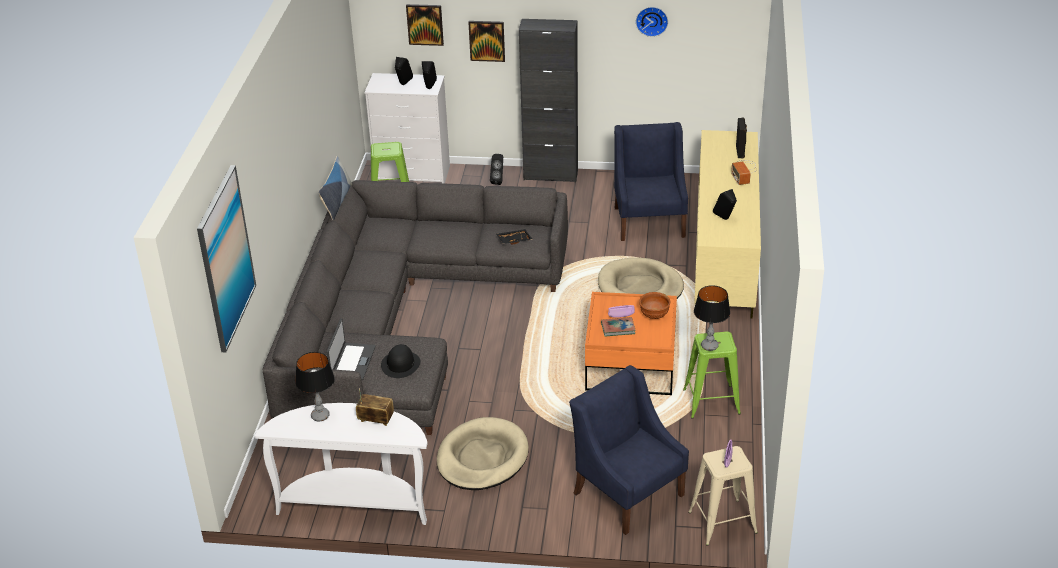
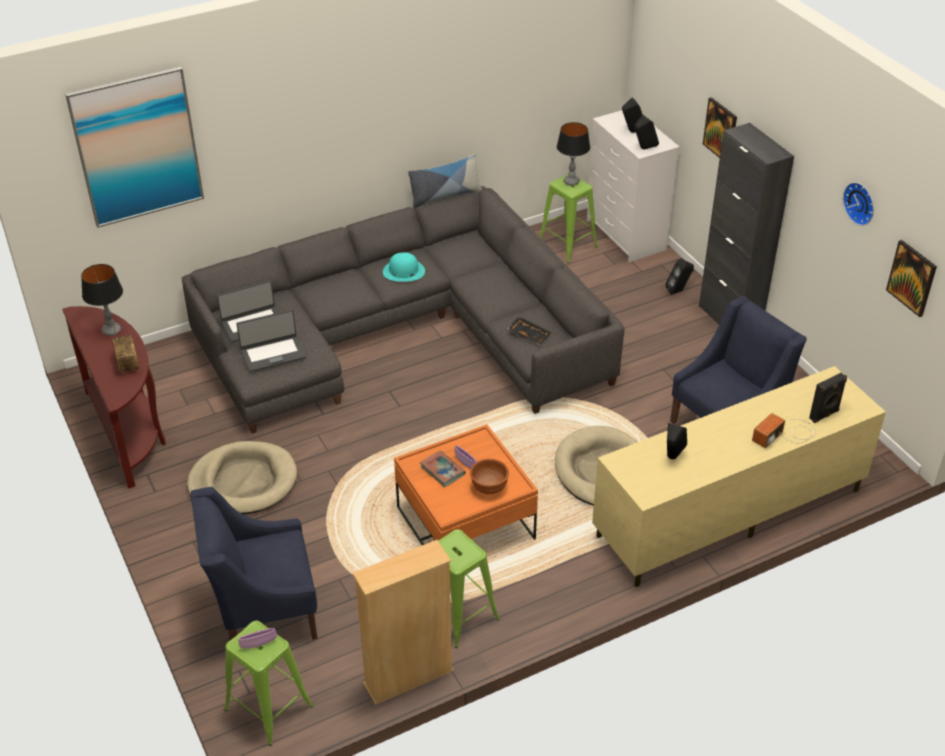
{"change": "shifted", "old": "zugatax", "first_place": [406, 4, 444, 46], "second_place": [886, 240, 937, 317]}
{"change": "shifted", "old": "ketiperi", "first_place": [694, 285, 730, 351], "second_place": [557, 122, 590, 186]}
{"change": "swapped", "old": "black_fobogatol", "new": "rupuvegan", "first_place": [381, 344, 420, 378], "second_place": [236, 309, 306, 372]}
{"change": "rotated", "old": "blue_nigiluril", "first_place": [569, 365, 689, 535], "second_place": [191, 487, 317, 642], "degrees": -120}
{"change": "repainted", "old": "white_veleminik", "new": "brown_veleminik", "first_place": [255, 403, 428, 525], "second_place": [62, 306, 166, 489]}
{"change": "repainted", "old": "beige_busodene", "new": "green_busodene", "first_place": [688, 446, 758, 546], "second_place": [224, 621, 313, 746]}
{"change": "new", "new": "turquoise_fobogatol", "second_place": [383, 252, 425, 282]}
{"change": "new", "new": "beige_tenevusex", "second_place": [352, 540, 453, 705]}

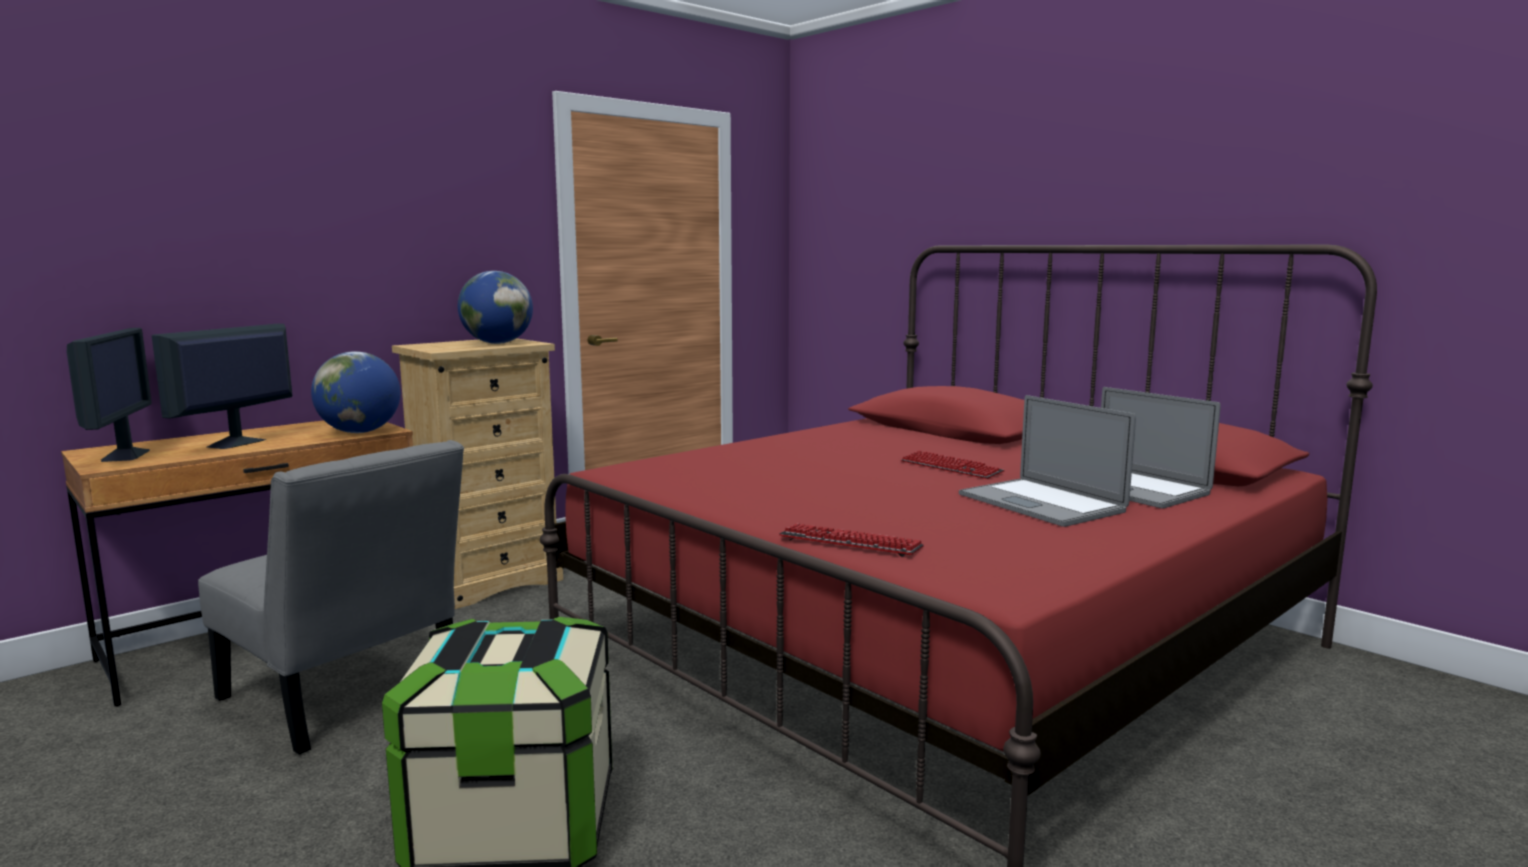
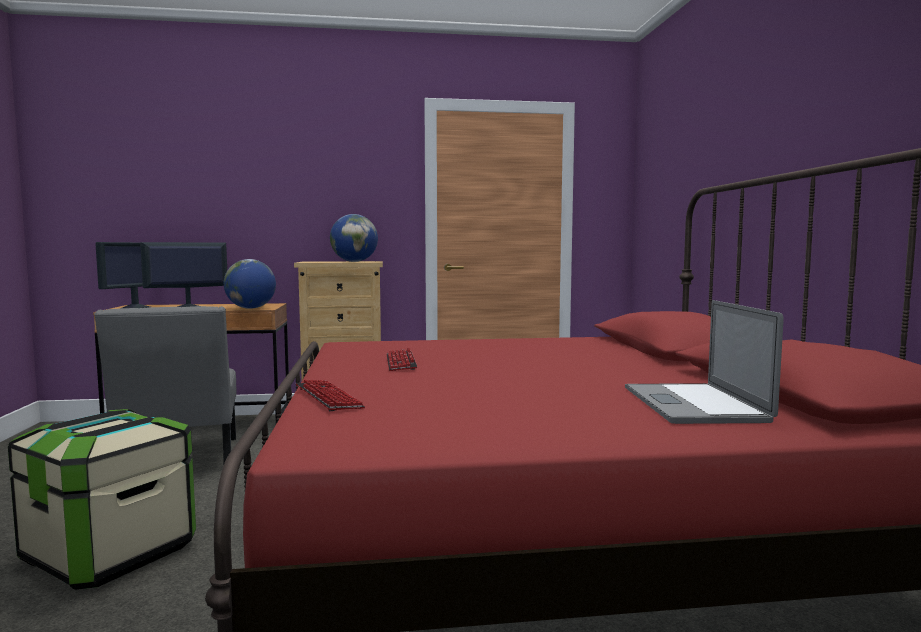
{"change": "gone", "old": "rupuvegan", "first_place": [959, 395, 1136, 527]}
{"change": "shifted", "old": "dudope", "first_place": [901, 450, 1005, 479], "second_place": [386, 348, 417, 371]}

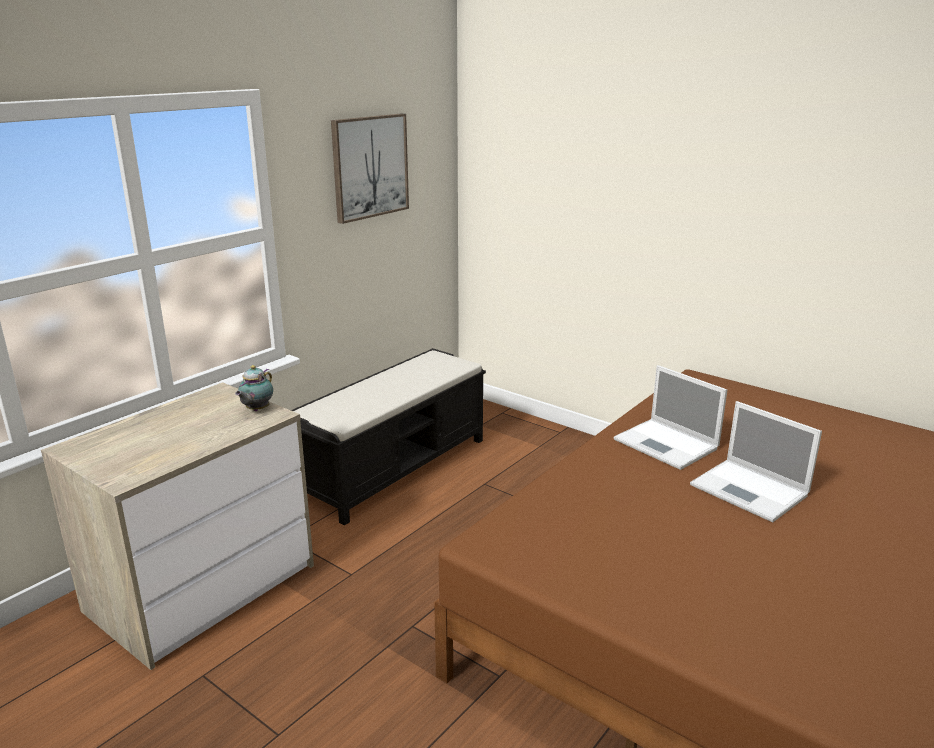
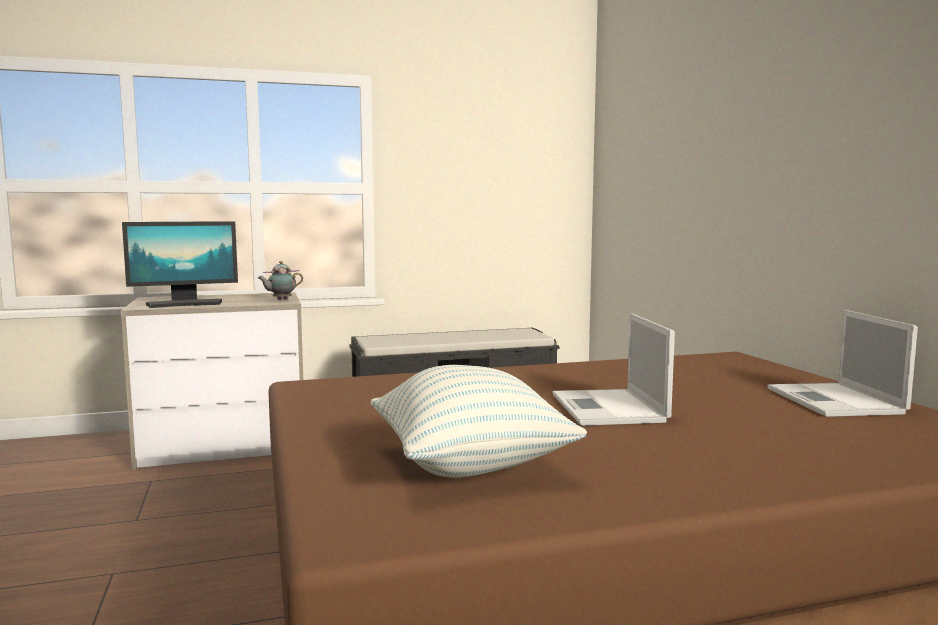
{"change": "gone", "old": "zugatax", "first_place": [331, 114, 409, 224]}
{"change": "shifted", "old": "rupuvegan", "first_place": [614, 365, 727, 470], "second_place": [768, 310, 918, 417]}
{"change": "new", "new": "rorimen", "second_place": [122, 221, 238, 308]}
{"change": "new", "new": "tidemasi", "second_place": [371, 365, 587, 478]}

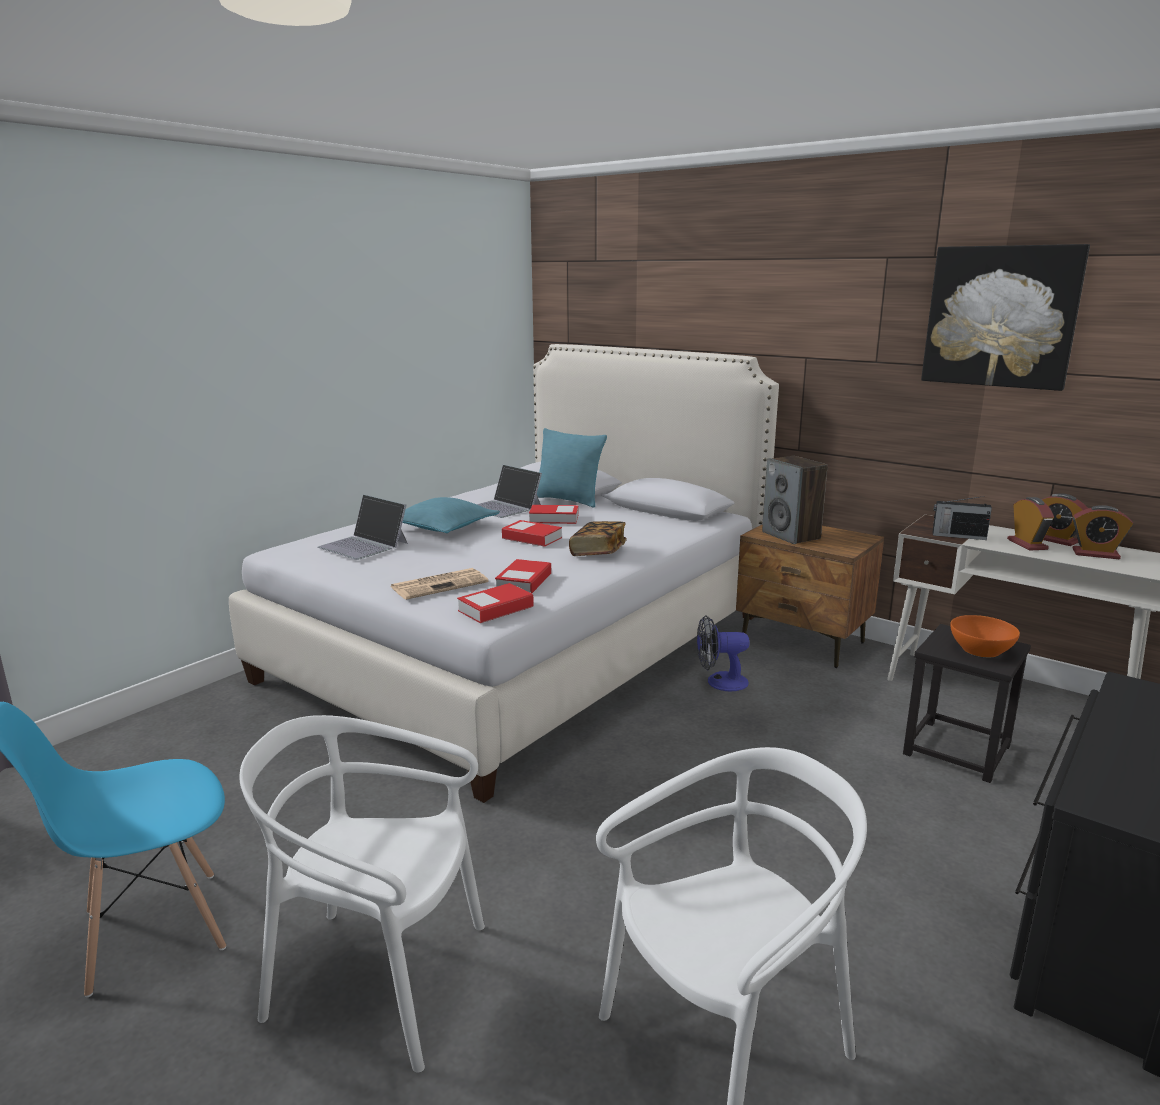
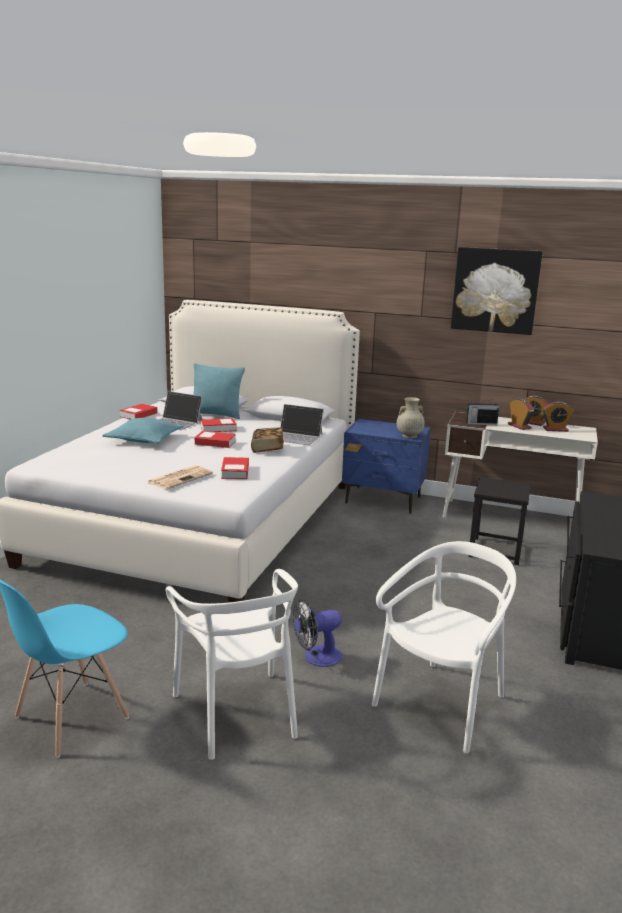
{"change": "gone", "old": "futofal", "first_place": [762, 456, 828, 544]}
{"change": "shifted", "old": "rupuvegan", "first_place": [318, 494, 408, 560], "second_place": [280, 404, 324, 445]}
{"change": "repainted", "old": "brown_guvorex", "new": "blue_guvorex", "first_place": [736, 524, 884, 668], "second_place": [342, 419, 431, 514]}
{"change": "shifted", "old": "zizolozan", "first_place": [457, 583, 534, 623], "second_place": [120, 404, 157, 420]}
{"change": "shifted", "old": "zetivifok", "first_place": [697, 615, 750, 692], "second_place": [293, 599, 342, 667]}
{"change": "gone", "old": "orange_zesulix", "first_place": [950, 615, 1020, 657]}
{"change": "rotated", "old": "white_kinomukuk", "first_place": [239, 715, 485, 1073], "second_place": [166, 569, 298, 760], "degrees": -105}
{"change": "new", "new": "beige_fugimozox", "second_place": [397, 397, 425, 438]}

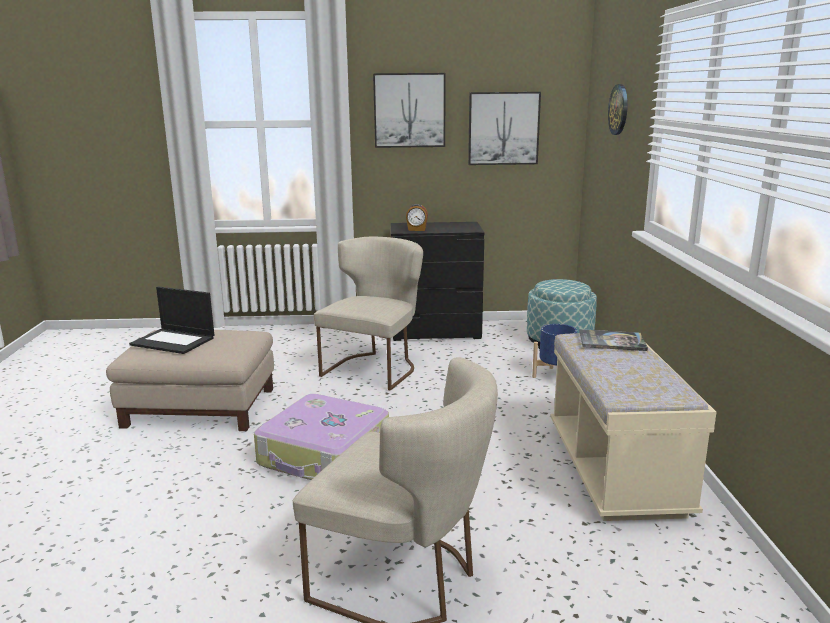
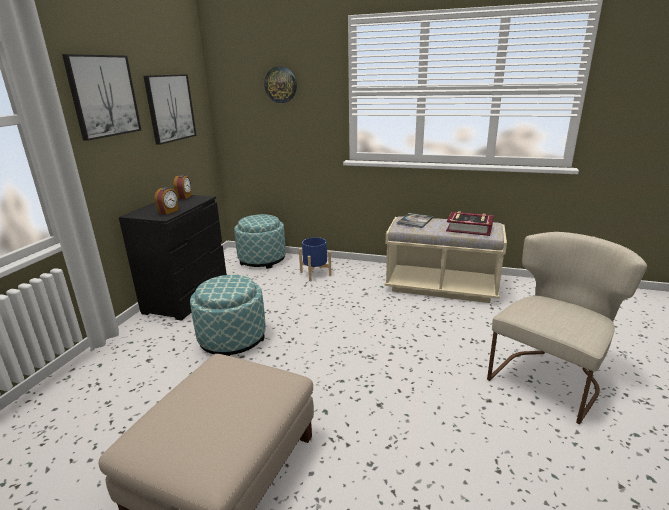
{"change": "swapped", "old": "beige_kinomukuk", "new": "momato", "first_place": [314, 237, 423, 391], "second_place": [190, 275, 266, 356]}
{"change": "gone", "old": "rupuvegan", "first_place": [129, 286, 214, 354]}
{"change": "gone", "old": "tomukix", "first_place": [254, 394, 389, 480]}
{"change": "new", "new": "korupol", "second_place": [174, 175, 191, 199]}
{"change": "new", "new": "zizolozan", "second_place": [446, 211, 494, 236]}

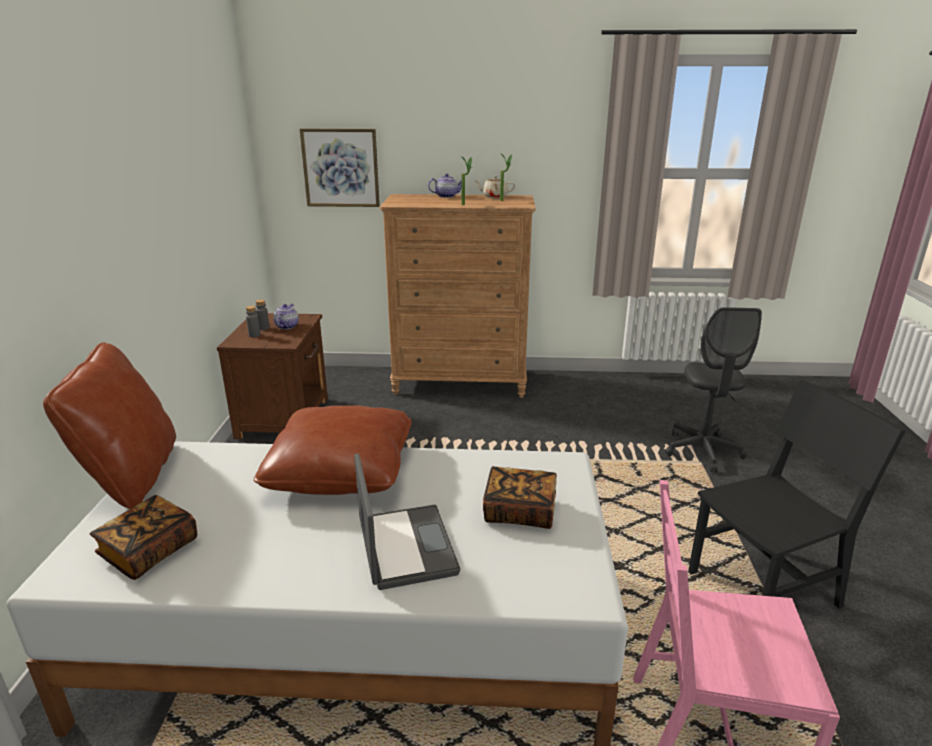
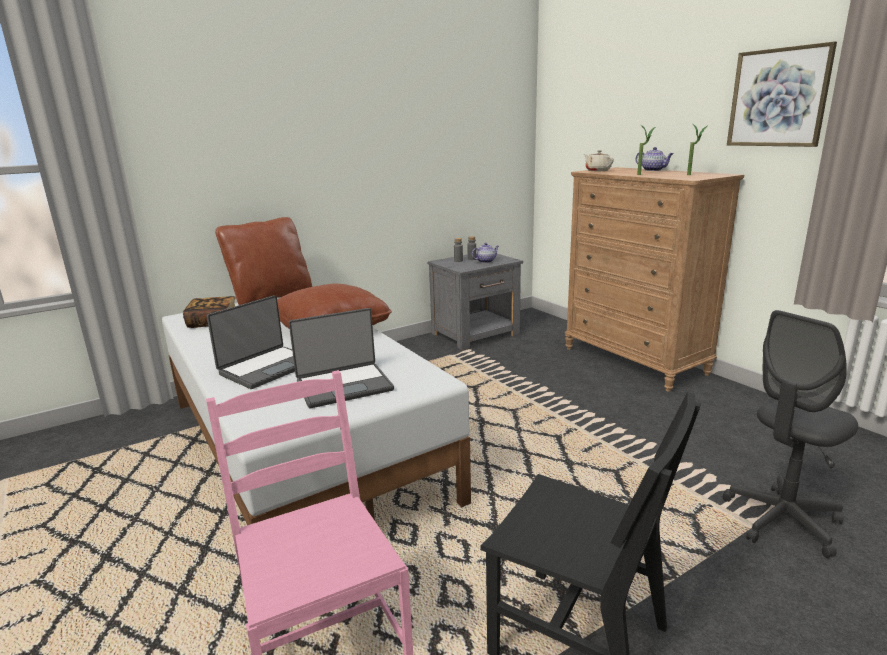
{"change": "shifted", "old": "zugatax", "first_place": [300, 129, 380, 207], "second_place": [727, 41, 837, 147]}
{"change": "shifted", "old": "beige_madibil", "first_place": [474, 176, 515, 198], "second_place": [584, 150, 614, 171]}
{"change": "repainted", "old": "brown_guvorex", "new": "grey_guvorex", "first_place": [217, 313, 328, 439], "second_place": [427, 254, 523, 351]}
{"change": "swapped", "old": "zizolozan", "new": "rupuvegan", "first_place": [483, 466, 557, 529], "second_place": [289, 308, 394, 408]}

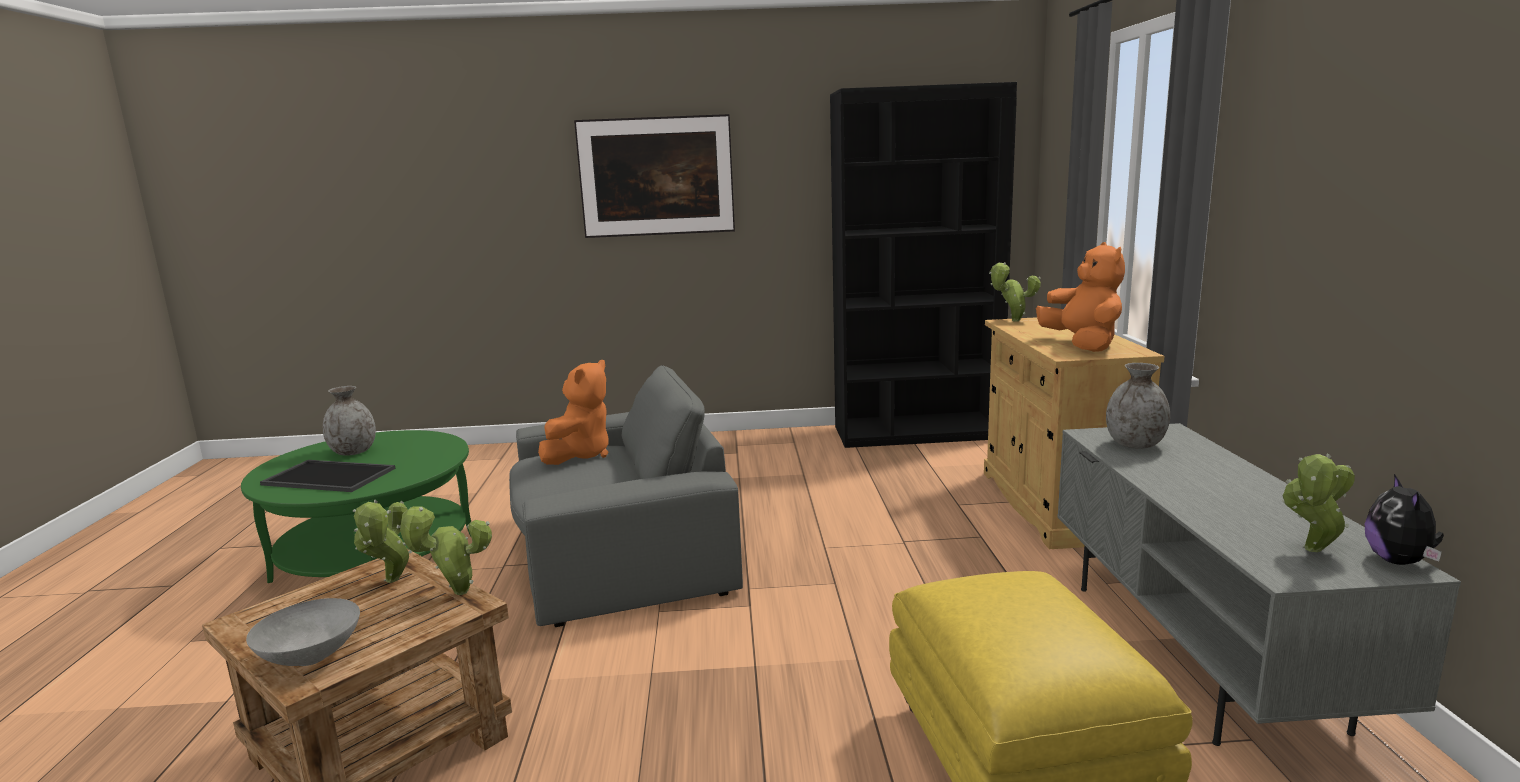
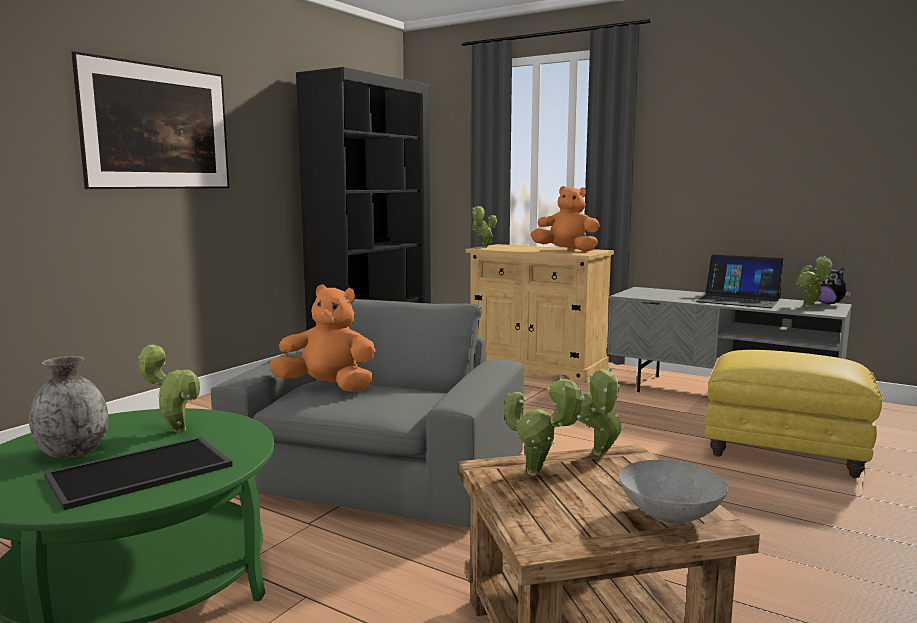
{"change": "rotated", "old": "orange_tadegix", "first_place": [538, 360, 609, 465], "second_place": [269, 284, 376, 392], "degrees": -45}
{"change": "gone", "old": "grey_fugimozox", "first_place": [1106, 363, 1170, 449]}
{"change": "new", "new": "rupuvegan", "second_place": [696, 255, 784, 308]}
{"change": "new", "new": "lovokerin", "second_place": [139, 344, 200, 433]}

